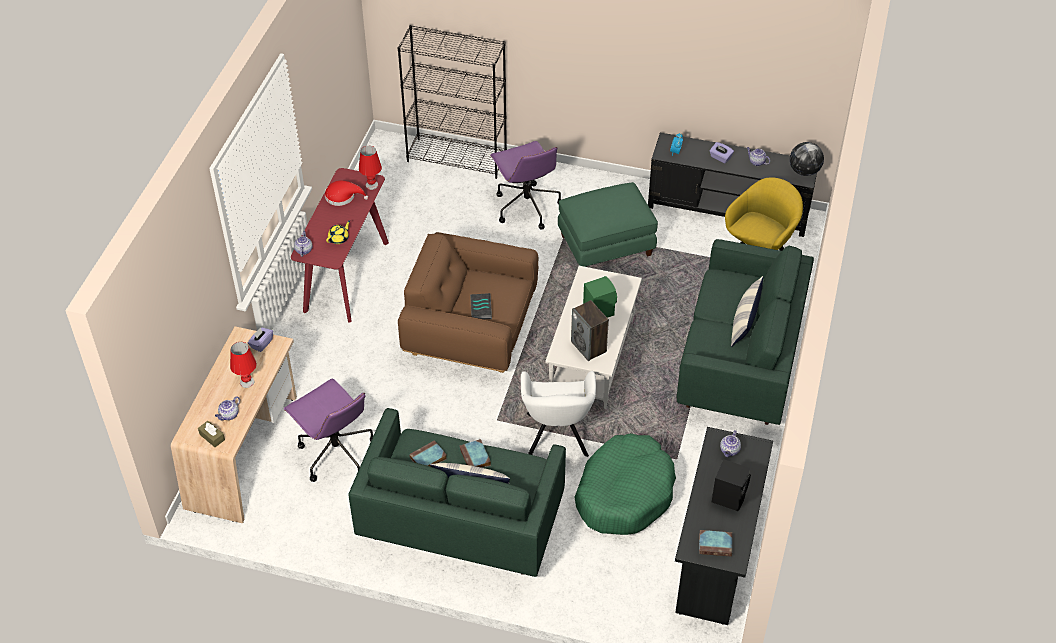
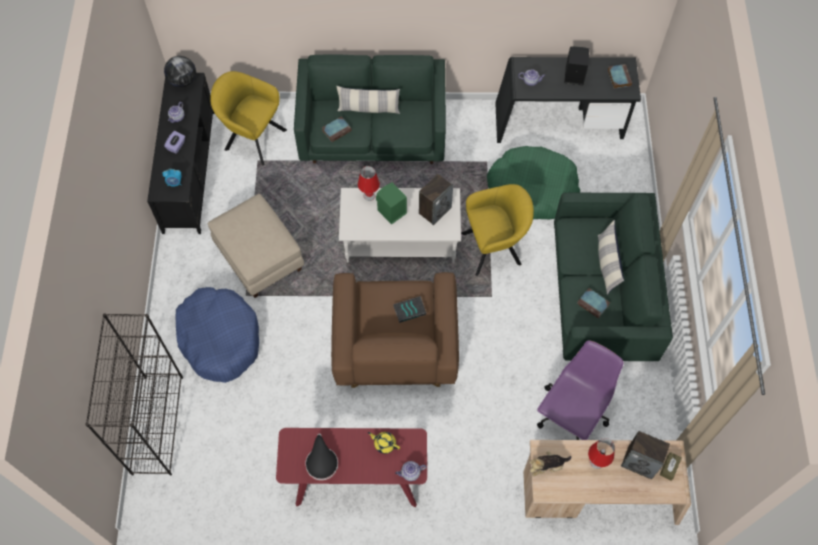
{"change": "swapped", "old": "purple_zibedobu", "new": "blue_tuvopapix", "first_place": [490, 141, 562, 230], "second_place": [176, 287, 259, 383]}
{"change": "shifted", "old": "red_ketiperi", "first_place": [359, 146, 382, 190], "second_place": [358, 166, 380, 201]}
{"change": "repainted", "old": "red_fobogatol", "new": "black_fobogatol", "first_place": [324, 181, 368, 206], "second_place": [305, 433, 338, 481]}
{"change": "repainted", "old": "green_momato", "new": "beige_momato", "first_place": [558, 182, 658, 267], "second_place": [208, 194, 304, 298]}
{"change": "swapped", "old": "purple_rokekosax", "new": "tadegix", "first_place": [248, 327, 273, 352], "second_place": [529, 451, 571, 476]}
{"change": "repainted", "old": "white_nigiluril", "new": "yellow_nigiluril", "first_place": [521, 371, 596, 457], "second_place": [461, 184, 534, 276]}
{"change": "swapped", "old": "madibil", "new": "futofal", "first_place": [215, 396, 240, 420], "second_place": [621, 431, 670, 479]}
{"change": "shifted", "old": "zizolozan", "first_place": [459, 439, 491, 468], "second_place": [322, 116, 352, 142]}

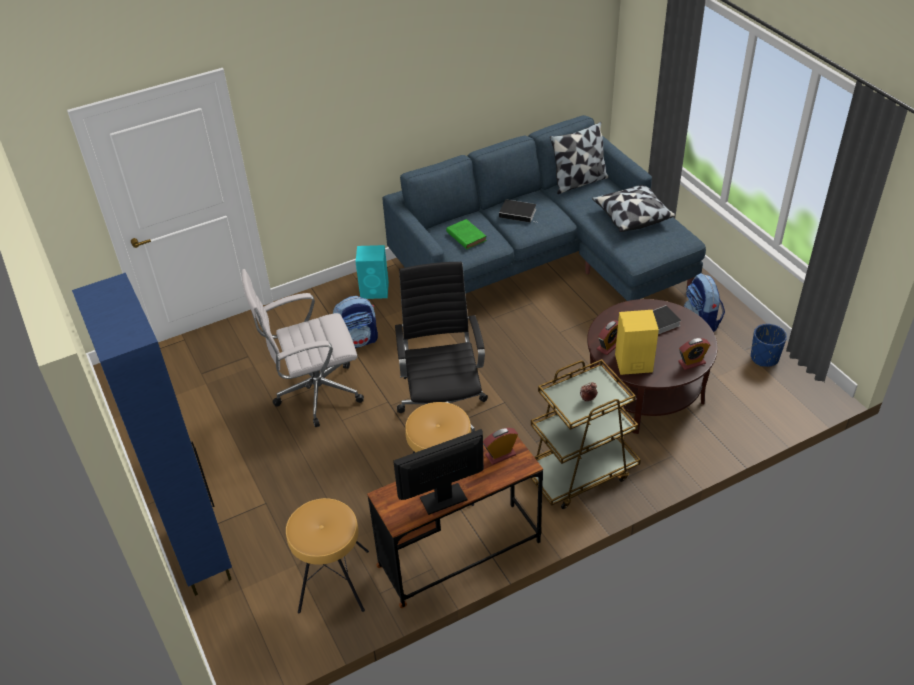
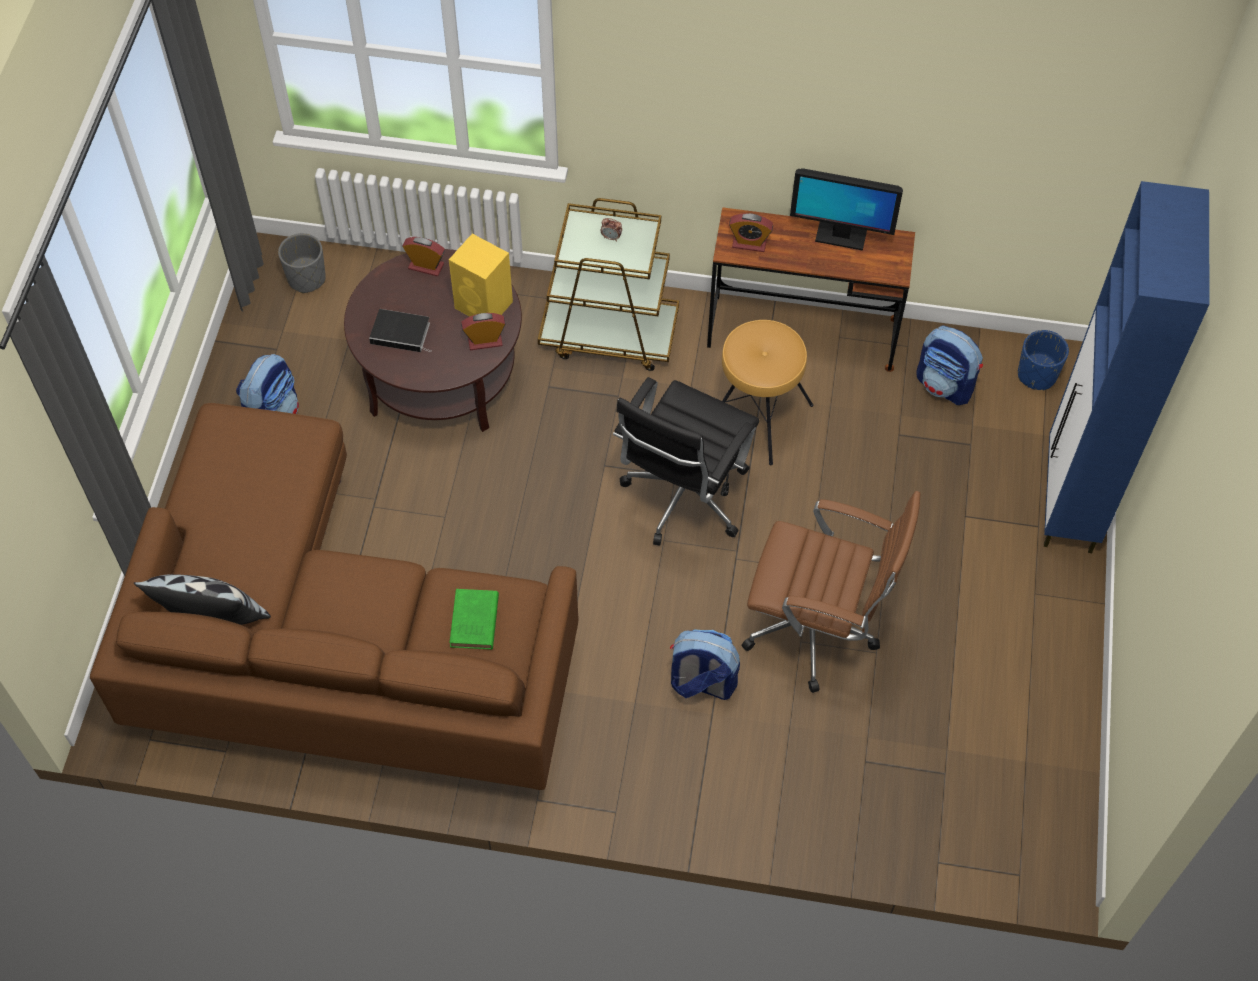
{"change": "repainted", "old": "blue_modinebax", "new": "brown_modinebax", "first_place": [382, 115, 706, 301], "second_place": [90, 403, 579, 790]}
{"change": "gone", "old": "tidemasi", "first_place": [592, 185, 675, 232]}
{"change": "gone", "old": "zizolozan", "first_place": [499, 199, 537, 223]}
{"change": "gone", "old": "turquoise_futofal", "first_place": [355, 245, 389, 299]}
{"change": "repainted", "old": "white_zibedobu", "new": "brown_zibedobu", "first_place": [242, 269, 364, 427], "second_place": [742, 491, 921, 693]}
{"change": "shifted", "old": "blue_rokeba", "first_place": [751, 324, 787, 367], "second_place": [1018, 330, 1069, 390]}
{"change": "swapped", "old": "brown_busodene", "new": "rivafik", "first_place": [286, 498, 369, 613], "second_place": [916, 326, 983, 405]}
{"change": "new", "new": "grey_rokeba", "second_place": [278, 233, 326, 293]}

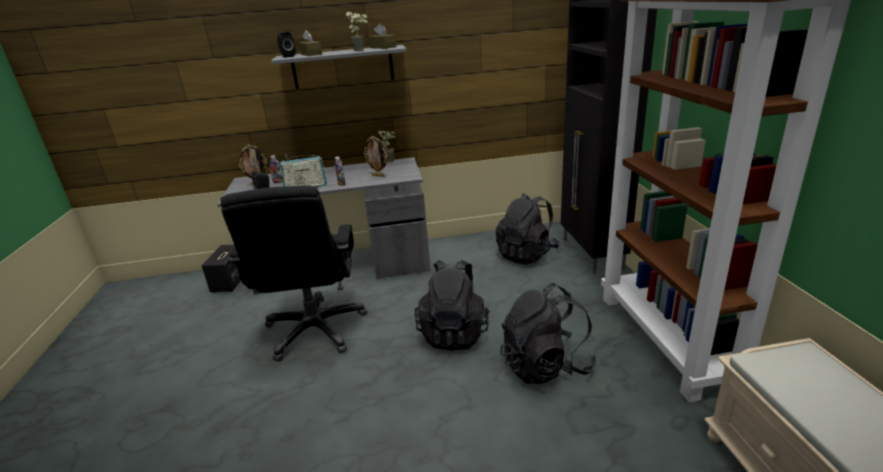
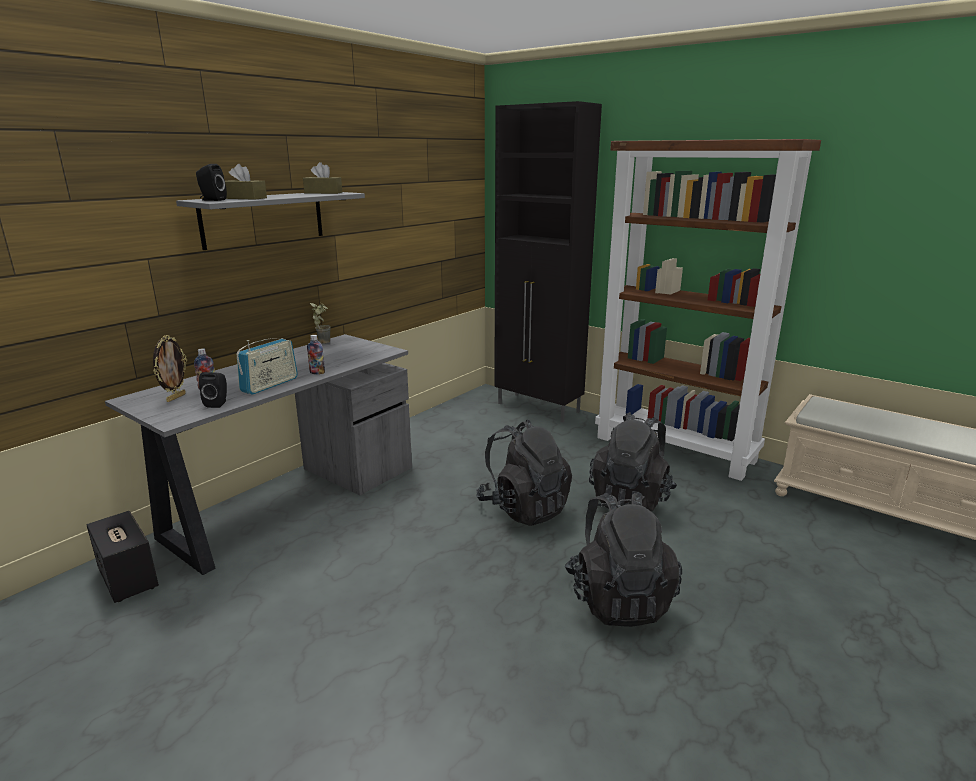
{"change": "gone", "old": "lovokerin", "first_place": [346, 12, 368, 51]}
{"change": "gone", "old": "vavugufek", "first_place": [364, 136, 388, 177]}
{"change": "gone", "old": "black_zibedobu", "first_place": [220, 185, 367, 362]}
{"change": "shifted", "old": "black_rivafik", "first_place": [496, 193, 560, 265], "second_place": [565, 492, 682, 627]}

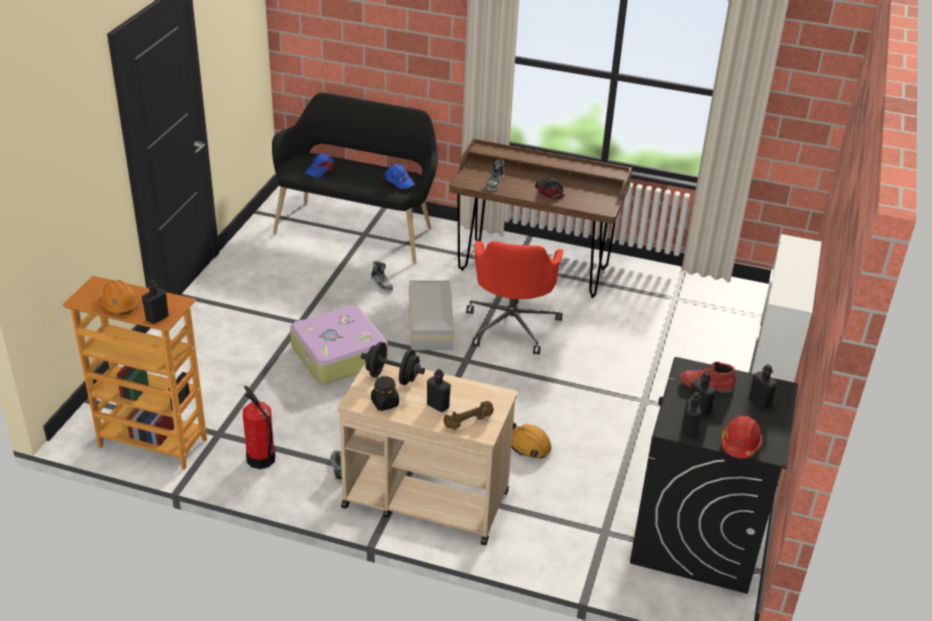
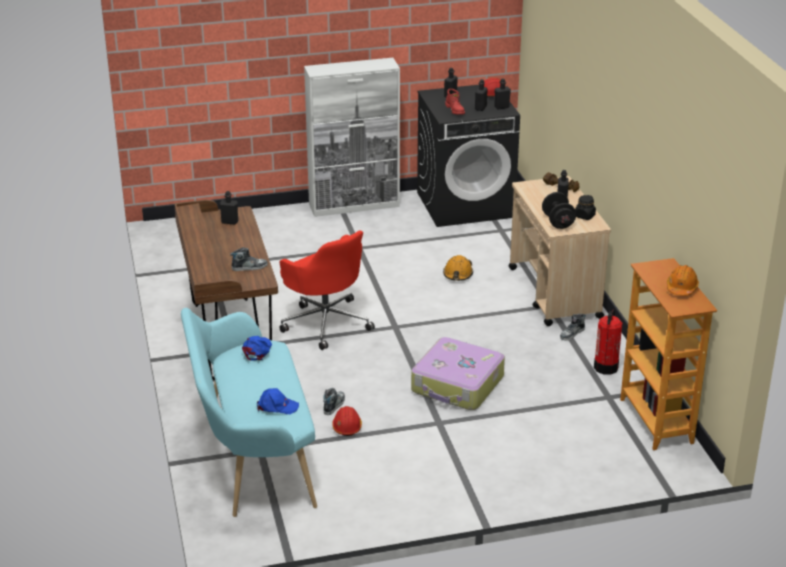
{"change": "repainted", "old": "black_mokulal", "new": "turquoise_mokulal", "first_place": [272, 93, 438, 264], "second_place": [181, 308, 317, 517]}
{"change": "gone", "old": "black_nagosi", "first_place": [535, 177, 565, 199]}
{"change": "rotated", "old": "red_zibedobu", "first_place": [466, 241, 564, 355], "second_place": [279, 231, 375, 350], "degrees": 75}
{"change": "shifted", "old": "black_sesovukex", "first_place": [142, 279, 169, 324], "second_place": [219, 191, 238, 224]}
{"change": "gone", "old": "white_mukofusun", "first_place": [409, 280, 455, 350]}
{"change": "new", "new": "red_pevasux", "second_place": [332, 406, 362, 436]}

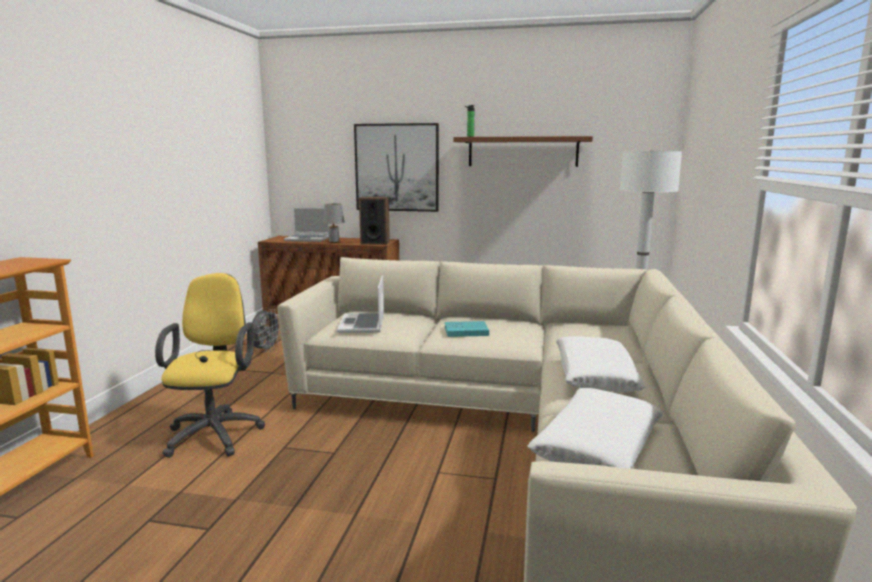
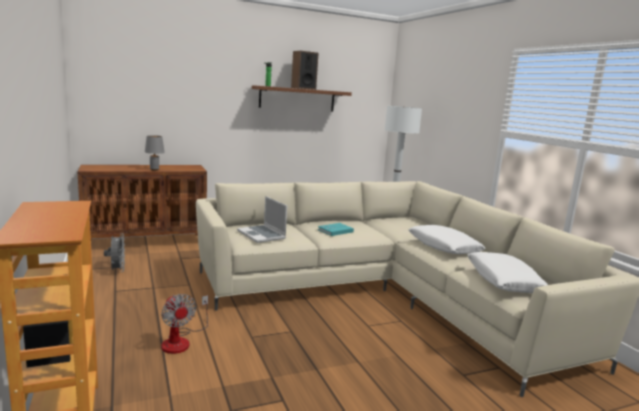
{"change": "gone", "old": "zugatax", "first_place": [354, 123, 439, 212]}
{"change": "shifted", "old": "futofal", "first_place": [359, 197, 390, 245], "second_place": [291, 51, 319, 90]}
{"change": "gone", "old": "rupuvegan", "first_place": [284, 207, 330, 242]}
{"change": "swapped", "old": "yellow_zibedobu", "new": "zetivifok", "first_place": [155, 273, 265, 458], "second_place": [161, 294, 208, 354]}

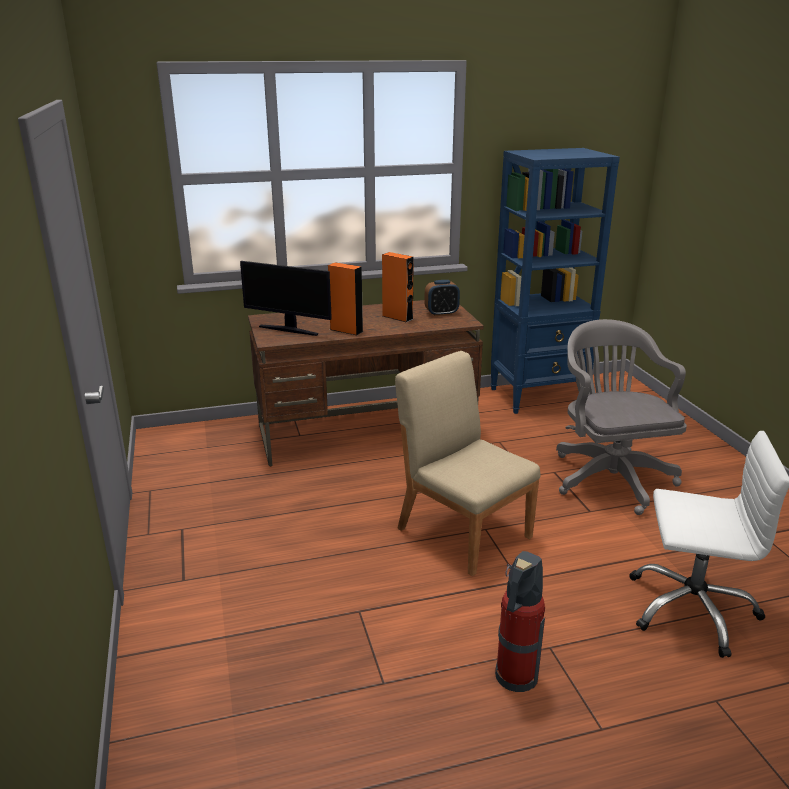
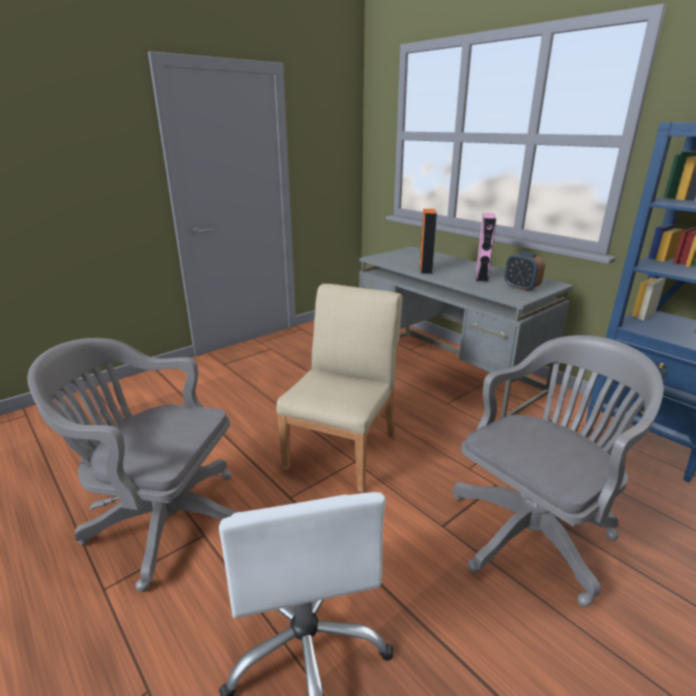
{"change": "repainted", "old": "orange_futofal", "new": "pink_futofal", "first_place": [382, 252, 414, 322], "second_place": [476, 213, 496, 282]}
{"change": "gone", "old": "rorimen", "first_place": [240, 261, 332, 336]}
{"change": "repainted", "old": "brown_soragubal", "new": "grey_soragubal", "first_place": [248, 300, 484, 466], "second_place": [359, 246, 573, 418]}
{"change": "swapped", "old": "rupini", "new": "grey_zibedobu", "first_place": [495, 551, 545, 692], "second_place": [27, 338, 239, 592]}

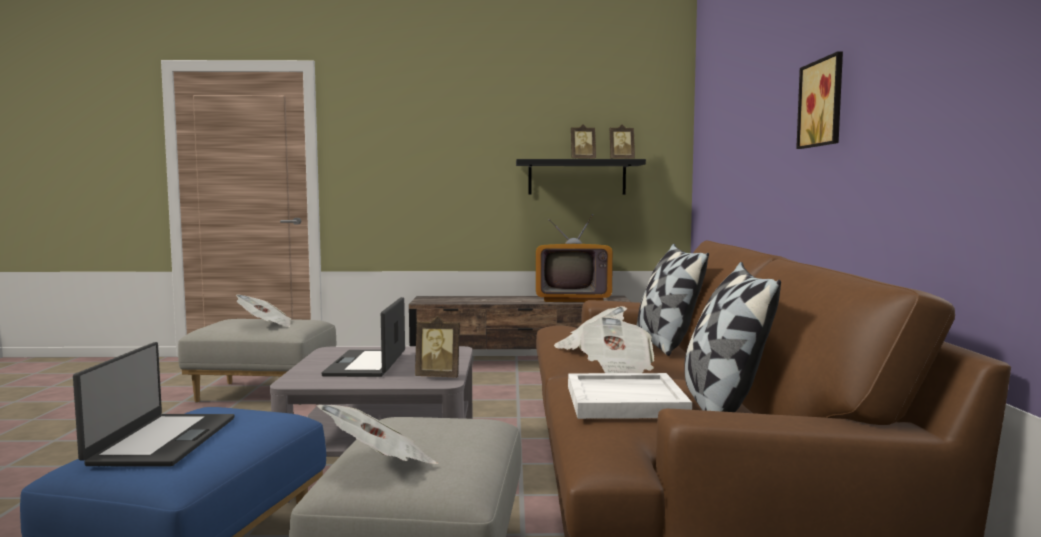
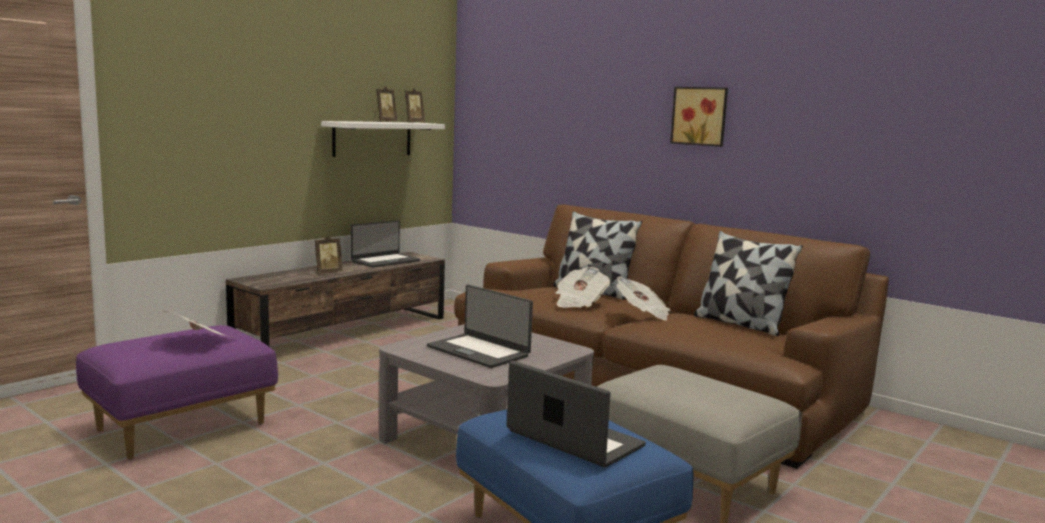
{"change": "repainted", "old": "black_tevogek", "new": "white_tevogek", "first_place": [516, 159, 646, 195], "second_place": [321, 121, 445, 157]}
{"change": "swapped", "old": "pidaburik", "new": "rupuvegan", "first_place": [536, 214, 613, 302], "second_place": [351, 220, 420, 268]}
{"change": "shifted", "old": "vavugufek", "first_place": [415, 316, 460, 377], "second_place": [315, 235, 342, 274]}
{"change": "repainted", "old": "grey_momato", "new": "purple_momato", "first_place": [178, 319, 337, 405], "second_place": [76, 325, 278, 460]}
{"change": "gone", "old": "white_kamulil", "first_place": [568, 373, 692, 419]}
{"change": "gone", "old": "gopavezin", "first_place": [317, 405, 438, 464]}

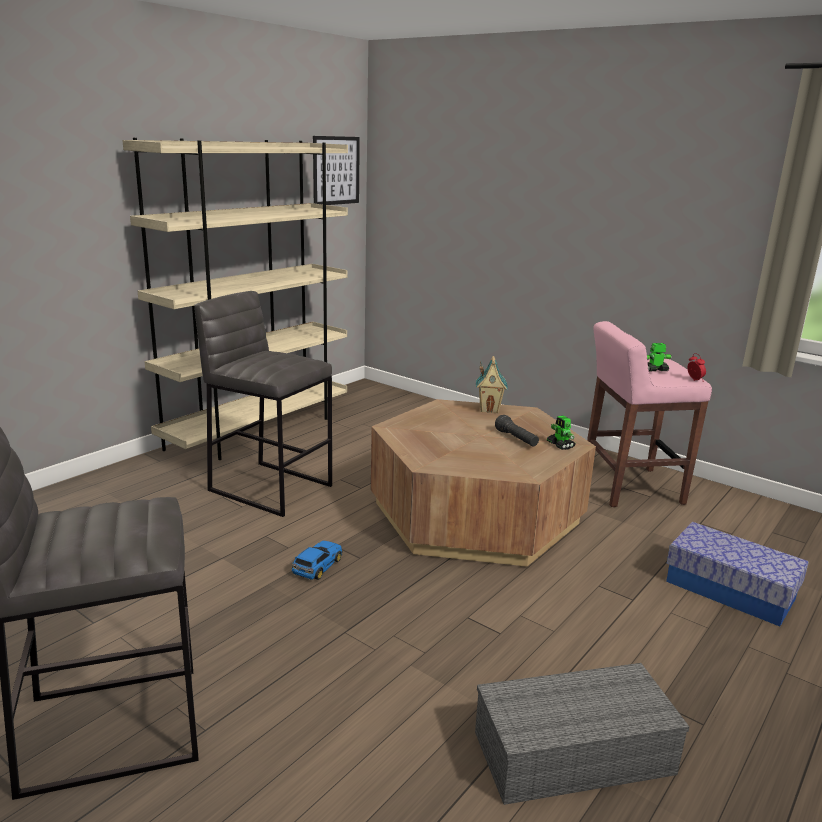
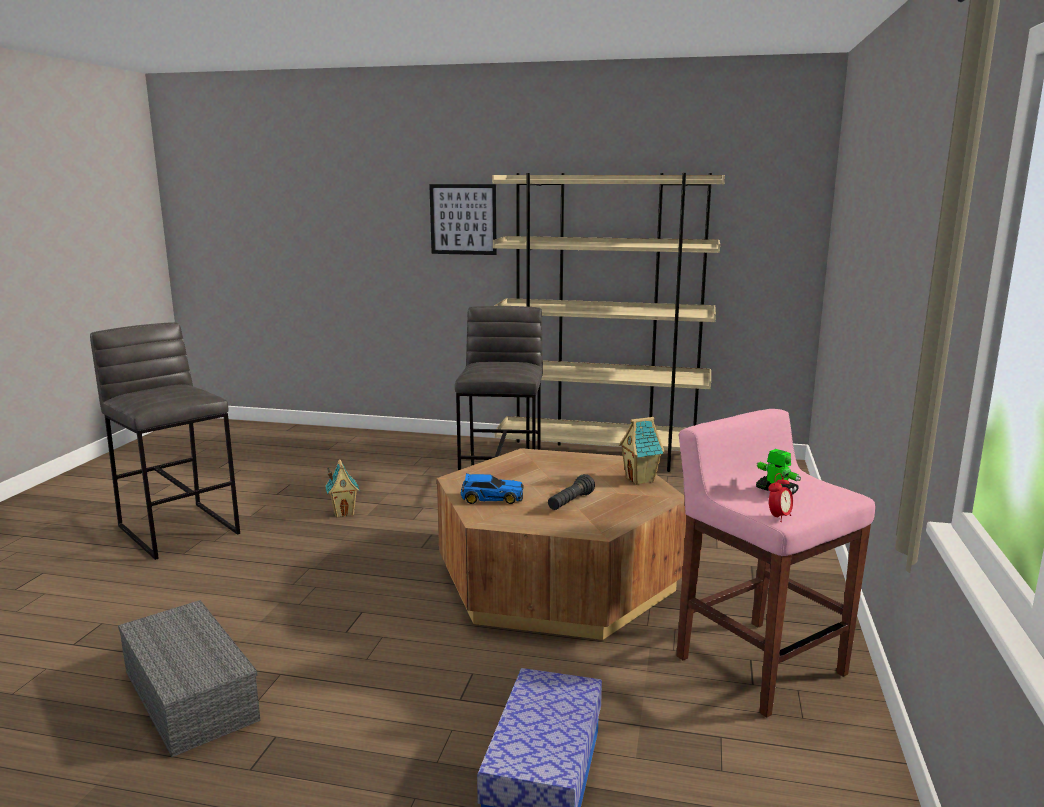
{"change": "shifted", "old": "zugatax", "first_place": [313, 136, 360, 205], "second_place": [429, 184, 497, 255]}
{"change": "gone", "old": "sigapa", "first_place": [547, 416, 576, 450]}
{"change": "shifted", "old": "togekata", "first_place": [292, 541, 343, 580], "second_place": [461, 473, 524, 504]}
{"change": "new", "new": "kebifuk", "second_place": [325, 459, 360, 518]}

